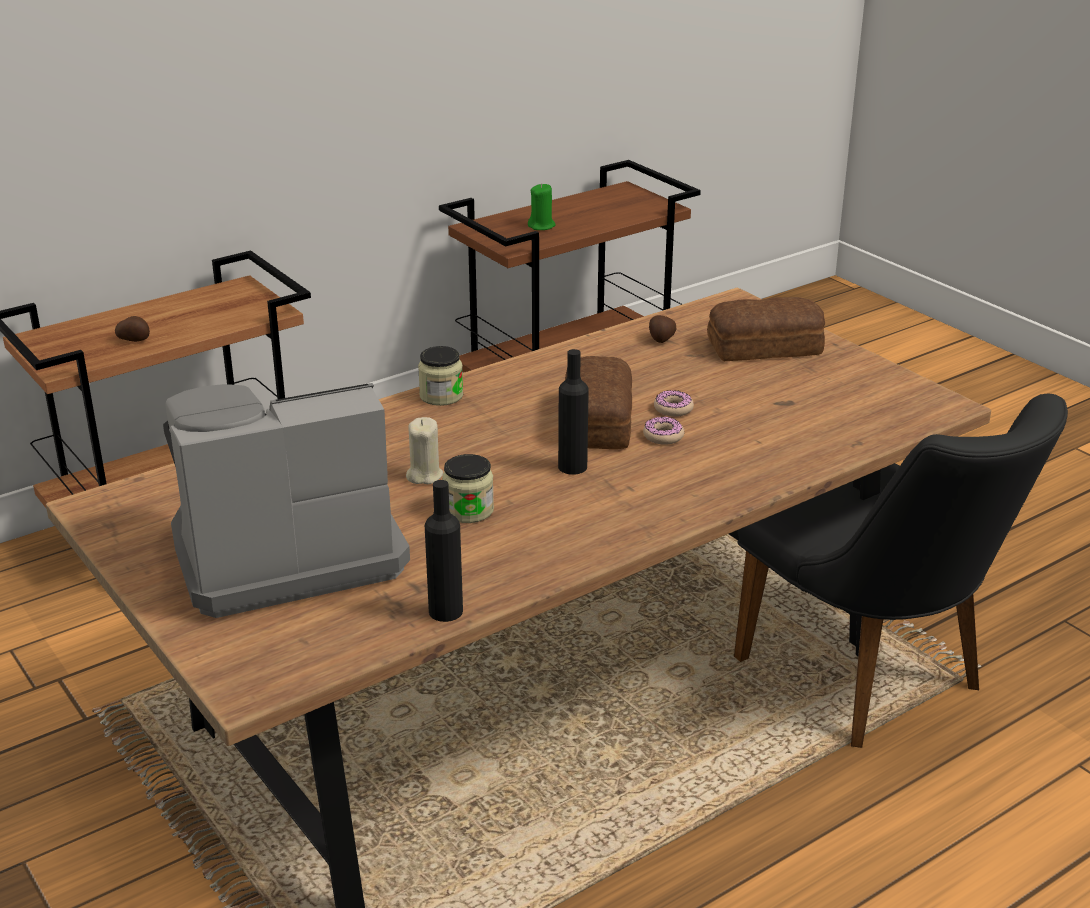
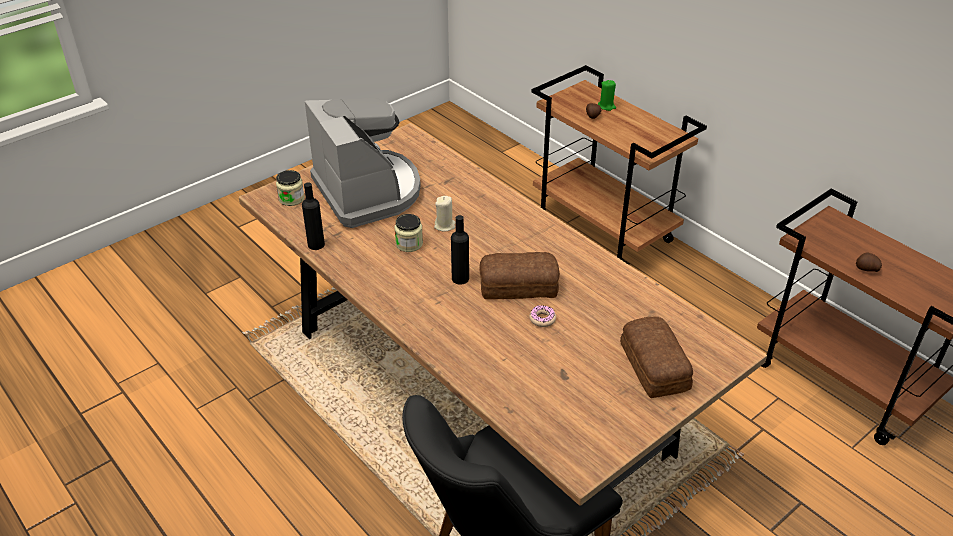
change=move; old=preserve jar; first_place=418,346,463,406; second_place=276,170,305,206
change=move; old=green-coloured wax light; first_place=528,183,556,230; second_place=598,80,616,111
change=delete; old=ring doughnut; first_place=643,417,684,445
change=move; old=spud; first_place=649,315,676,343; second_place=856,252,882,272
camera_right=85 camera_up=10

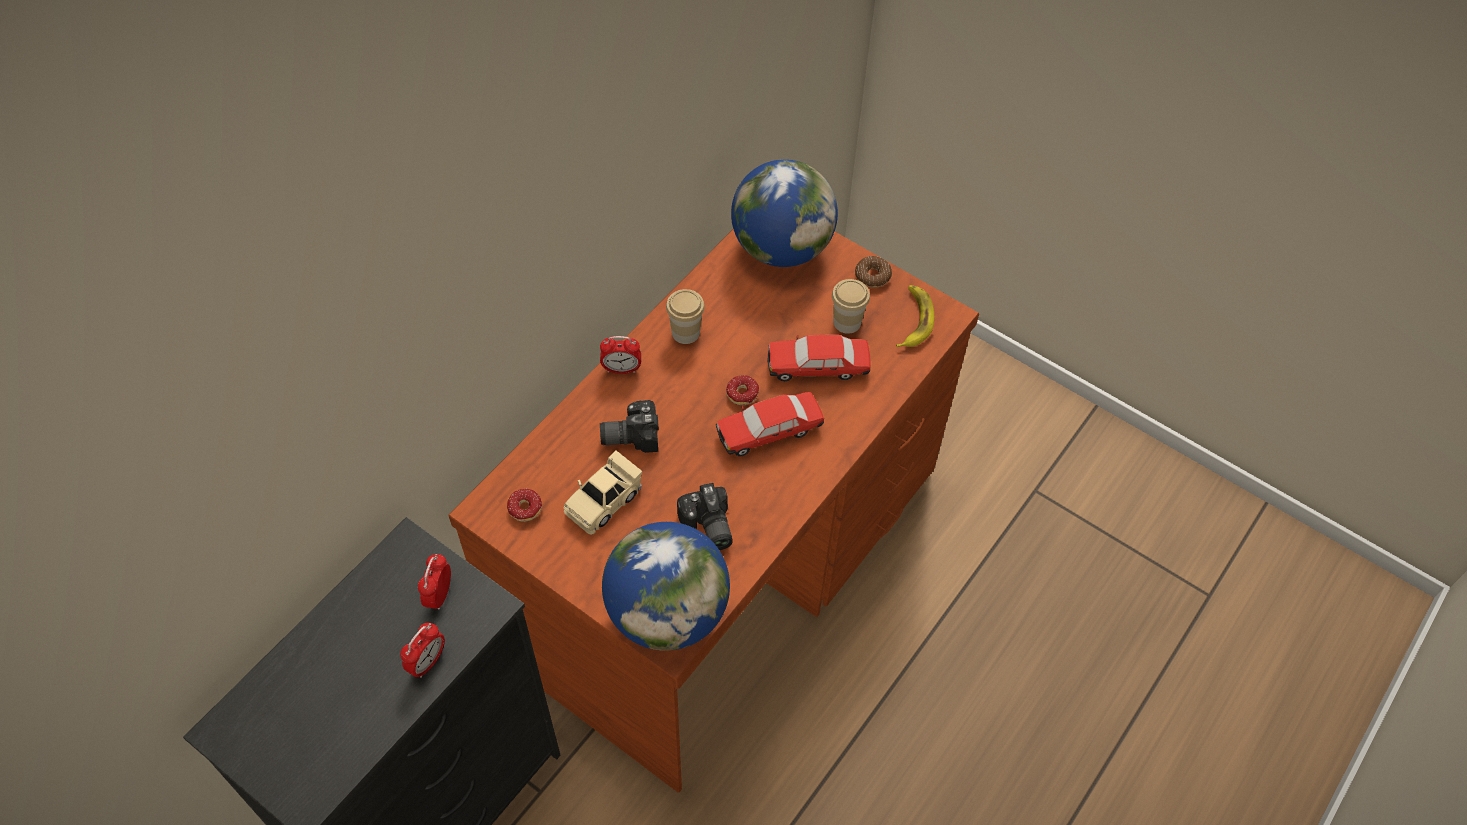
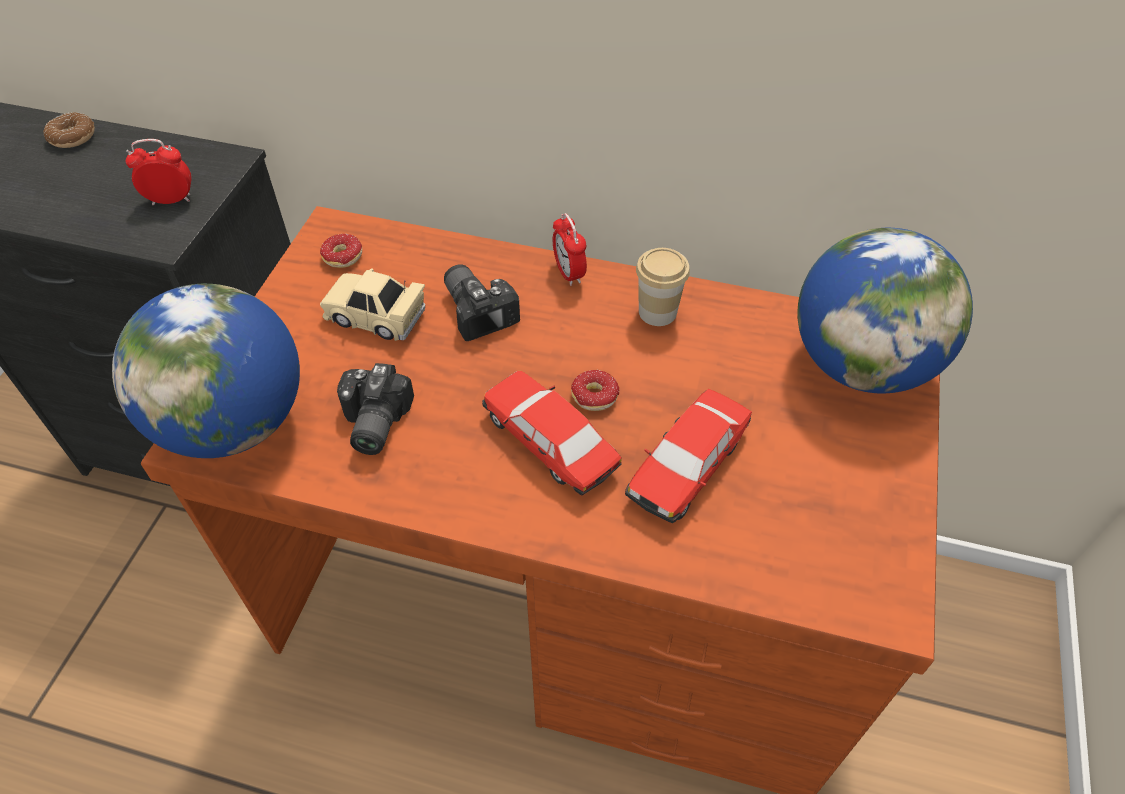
change=delete; old=table clock; first_place=400,623,445,678
change=rotate; old=still camera; first_place=677,483,733,550; second_place=337,363,414,455; degrees=-45
change=rotate; old=miniature car; first_place=767,335,871,381; second_place=625,389,752,523; degrees=-120
change=delete; old=drinking cup; first_place=832,279,870,334
change=move; old=ring doughnut; first_place=855,256,892,288; second_place=43,112,95,148
change=delete; old=whole banana; first_place=896,285,934,347
camera_right=70 camera_up=-5

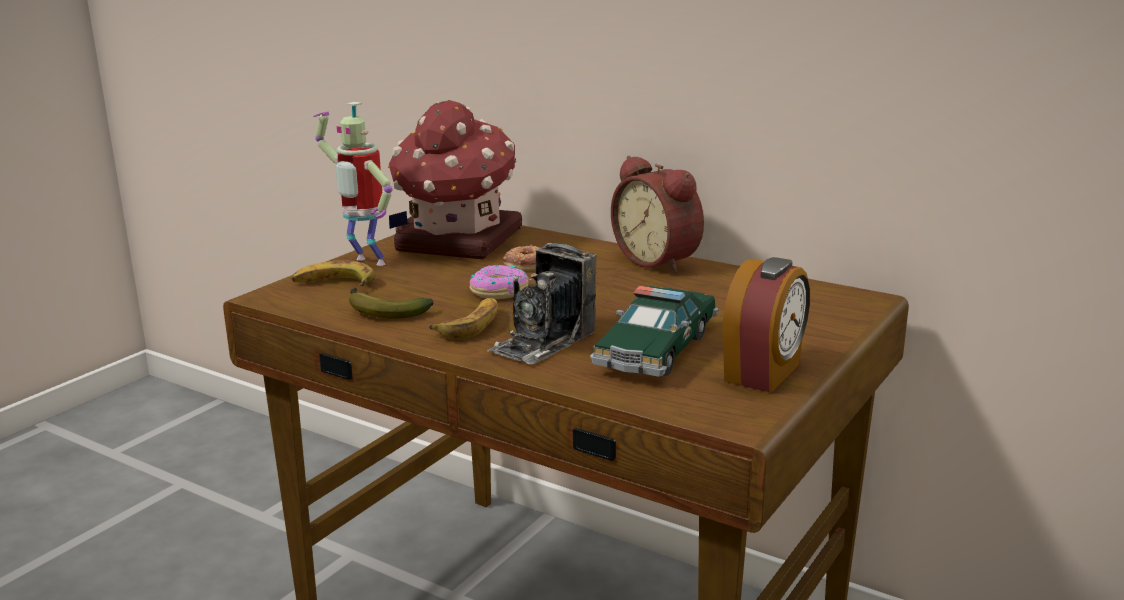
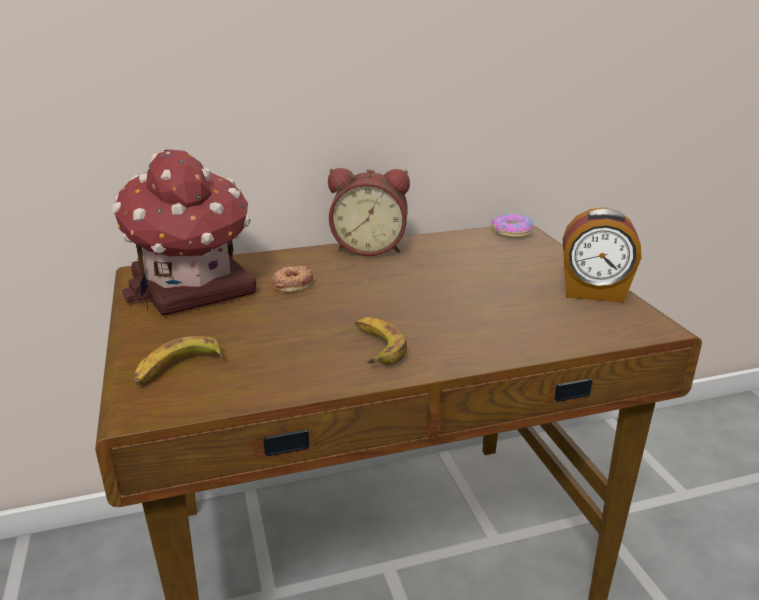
change=delete; old=model robot; first_place=313,102,393,266
change=delete; old=whole banana; first_place=349,287,433,319
change=move; old=ring doughnut; first_place=469,265,530,299; second_place=491,214,534,239
change=delete; old=still camera; first_place=487,243,597,364
change=delete; old=miniature car; first_place=590,286,719,377
change=rotate; old=table clock; first_place=722,257,810,393; second_place=563,207,641,303; degrees=120
camera_right=-50 camera_up=5

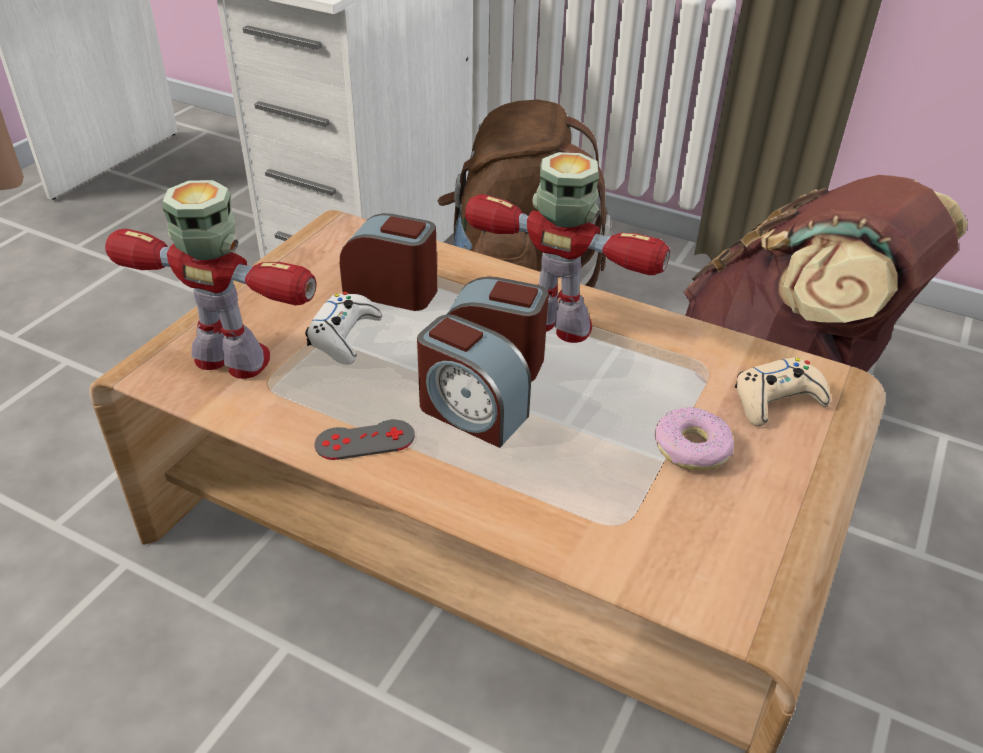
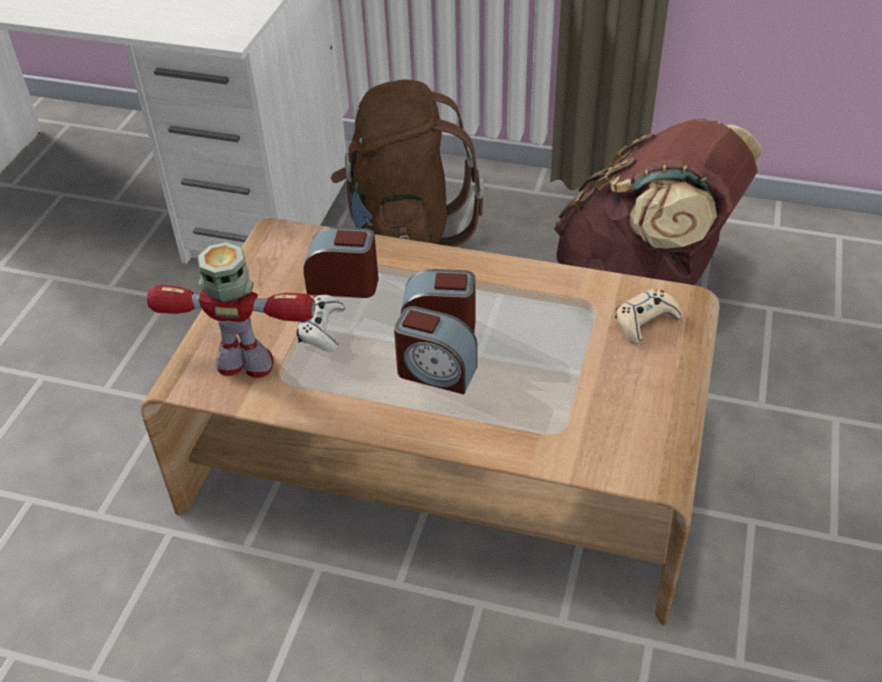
change=delete; old=greyish joypad; first_place=315,420,415,460
change=delete; old=model robot; first_place=465,152,670,343
change=delete; old=ring doughnut; first_place=655,407,734,471
camera_right=-10 camera_up=5

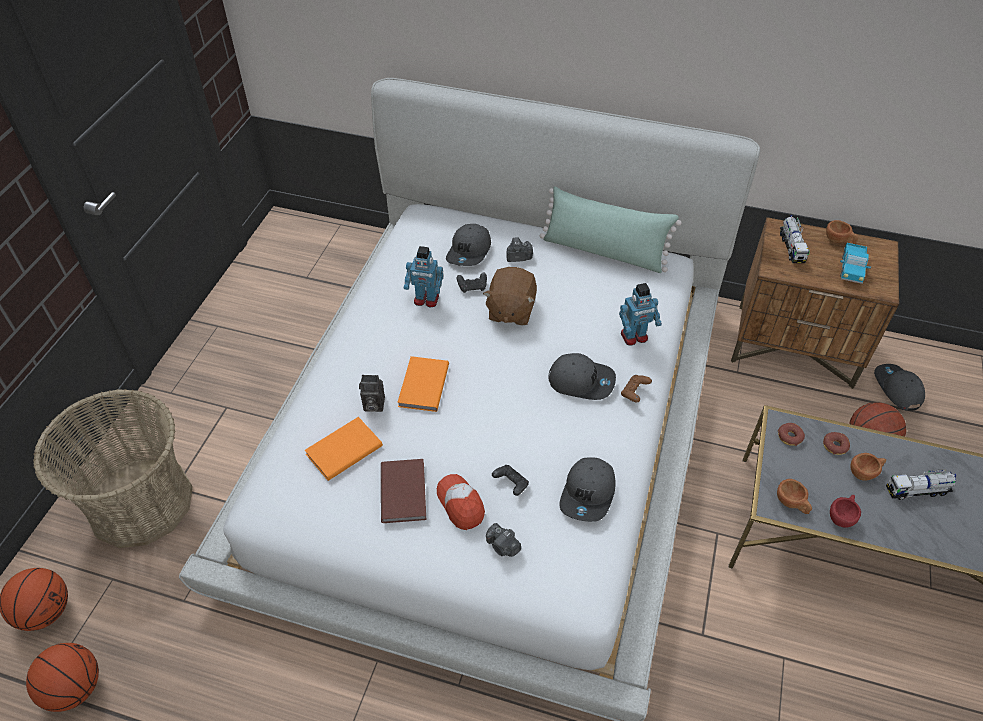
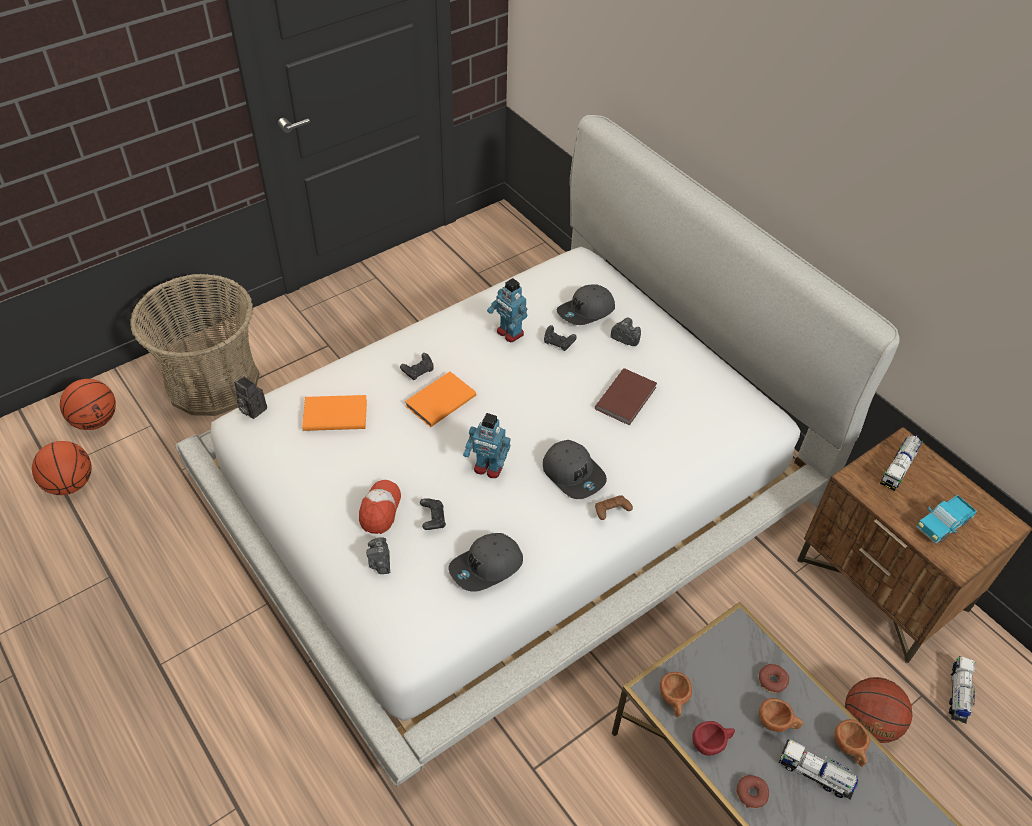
change=move; old=still camera; first_place=359,375,385,412; second_place=234,376,267,419
change=move; old=brownish volume; first_place=381,459,426,523; second_place=595,368,657,426
change=delete; old=brownish plush toy; first_place=483,267,537,326
change=delete; old=green-coloured pillow; first_place=540,186,682,273
change=move; old=model robot; first_place=619,283,662,346; second_place=463,413,511,478
change=move; old=ring doughnut; first_place=778,423,805,446; second_place=736,775,769,808
change=move; old=brownish drinking cup; first_place=826,220,858,244; second_place=834,719,870,767
change=replace; old=greyish peaked cap; new=toy truck; first_place=874,364,925,411; second_place=949,656,975,723
change=insert; new=black joypad; second_place=400,353,434,380
camera_right=35 camera_up=0

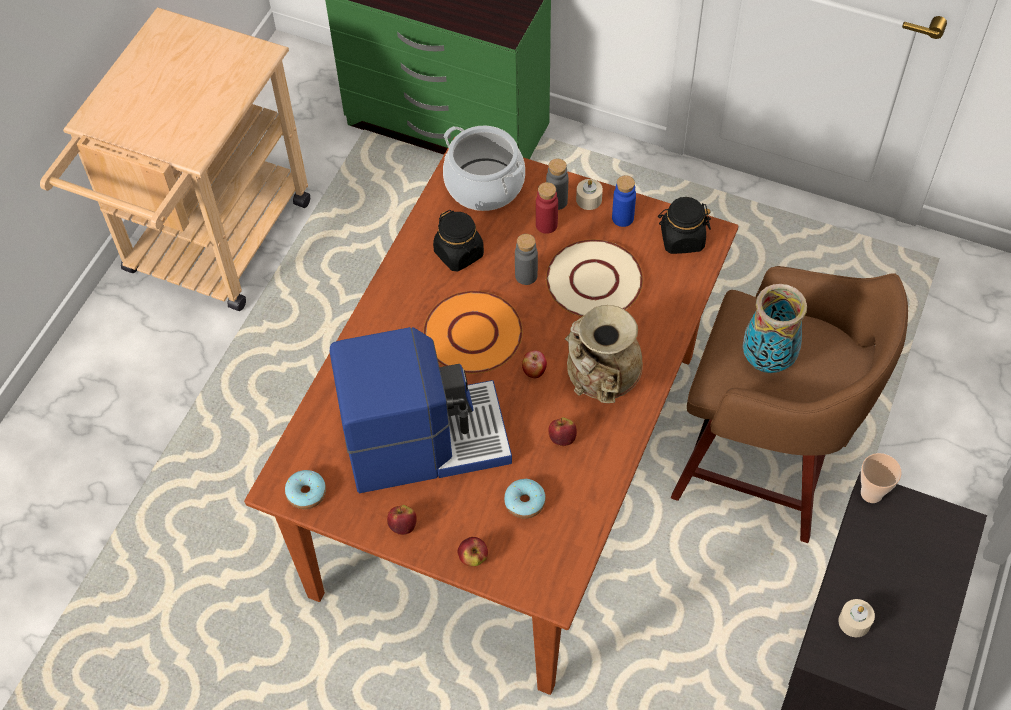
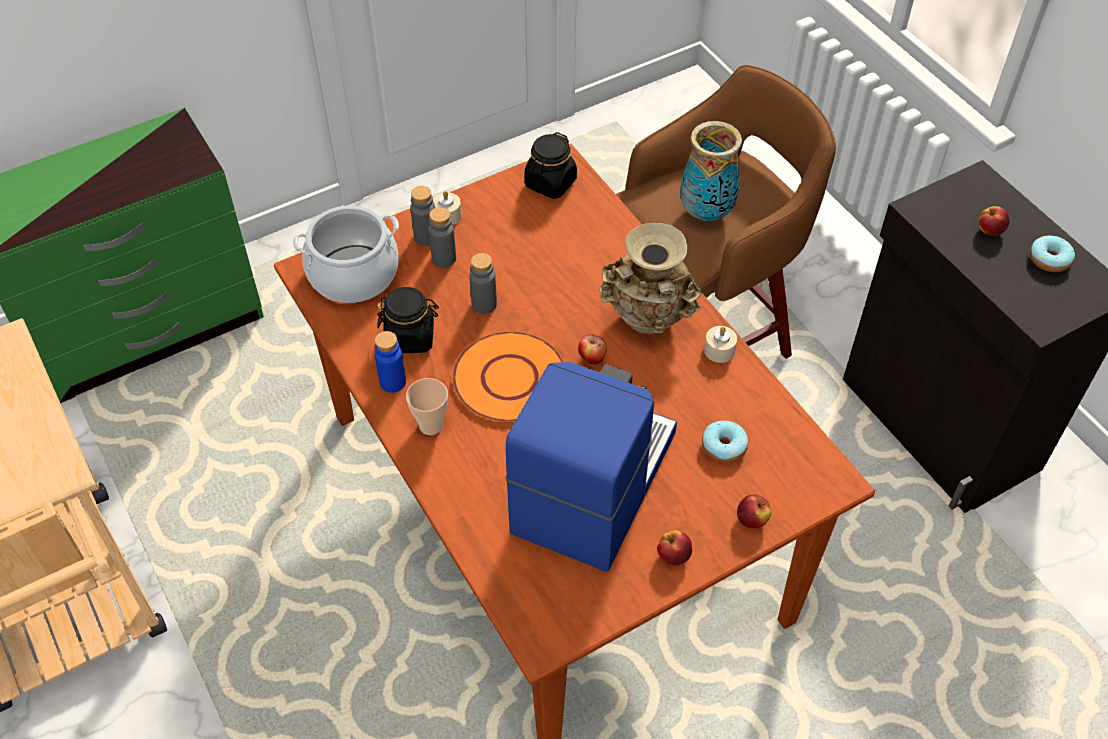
change=move; old=ring doughnut; first_place=285,470,326,509; second_place=1030,236,1075,272
change=recolor; old=red-coloured bottle; new=greyish bottle; first_place=536,182,558,234; second_place=429,207,456,268
change=delete; old=beige plate; first_place=546,239,643,317
change=move; old=whole apple; first_place=548,417,577,446; second_place=978,206,1010,236
change=move; old=blue bottle; first_place=612,175,636,227; second_place=375,331,406,393
change=move; old=beige wax light; first_place=838,599,875,637; second_place=704,326,737,363
change=move; old=drinking cup; first_place=861,453,902,503; second_place=406,378,448,435
camera_right=-55 camera_up=-5

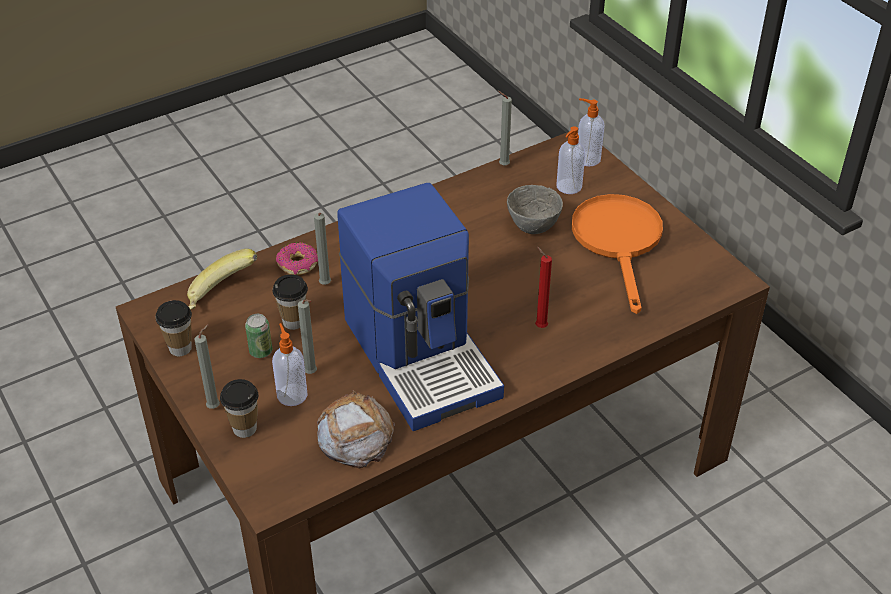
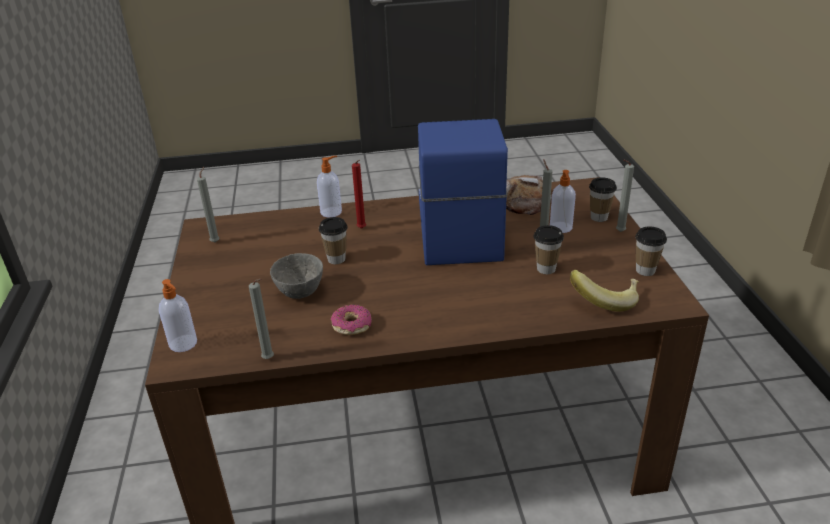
change=delete; old=sealed can; first_place=245,314,272,358
change=move; old=ring doughnut; first_place=276,242,318,275; second_place=331,304,372,335
change=move; old=greyish wax light; first_place=314,213,331,285; second_place=197,167,220,243
change=move; old=liquid soap bottle; first_place=557,126,585,194; second_place=317,155,342,217
change=delete; old=orangey pan; first_place=572,194,663,314
change=insert; new=drinking cup; second_place=319,217,348,264
camera_right=-155 camera_up=-10

